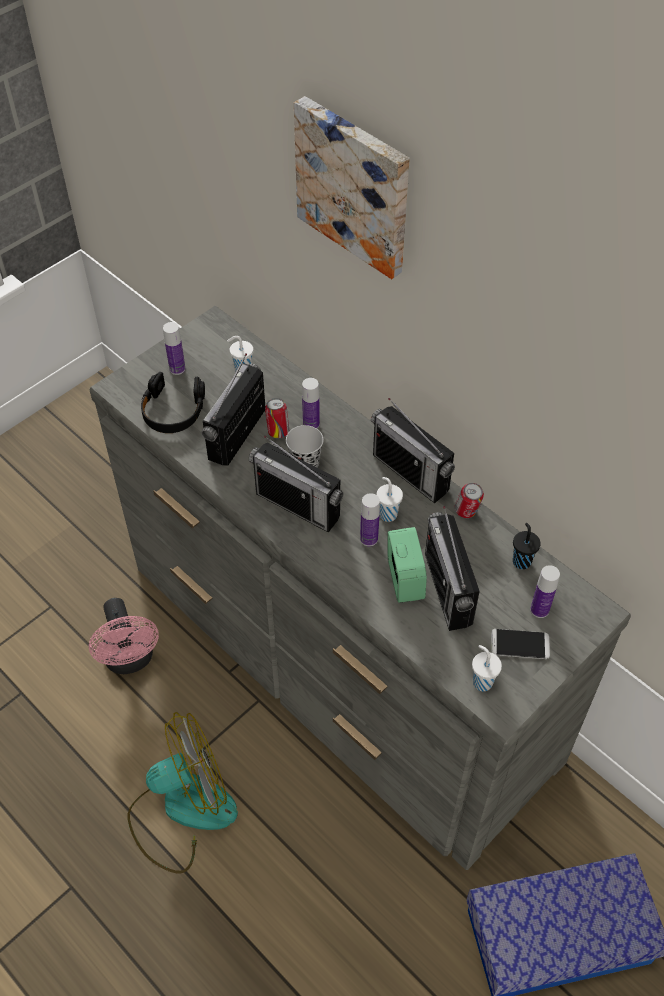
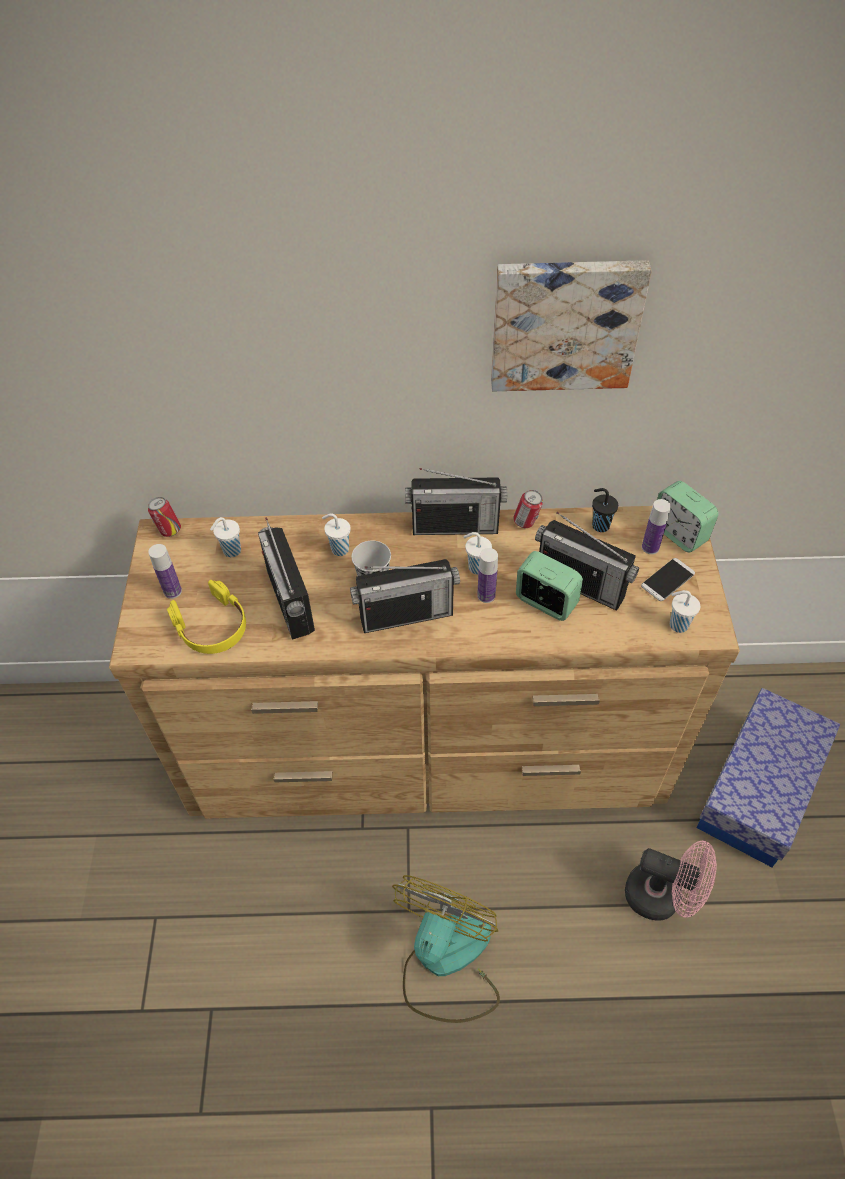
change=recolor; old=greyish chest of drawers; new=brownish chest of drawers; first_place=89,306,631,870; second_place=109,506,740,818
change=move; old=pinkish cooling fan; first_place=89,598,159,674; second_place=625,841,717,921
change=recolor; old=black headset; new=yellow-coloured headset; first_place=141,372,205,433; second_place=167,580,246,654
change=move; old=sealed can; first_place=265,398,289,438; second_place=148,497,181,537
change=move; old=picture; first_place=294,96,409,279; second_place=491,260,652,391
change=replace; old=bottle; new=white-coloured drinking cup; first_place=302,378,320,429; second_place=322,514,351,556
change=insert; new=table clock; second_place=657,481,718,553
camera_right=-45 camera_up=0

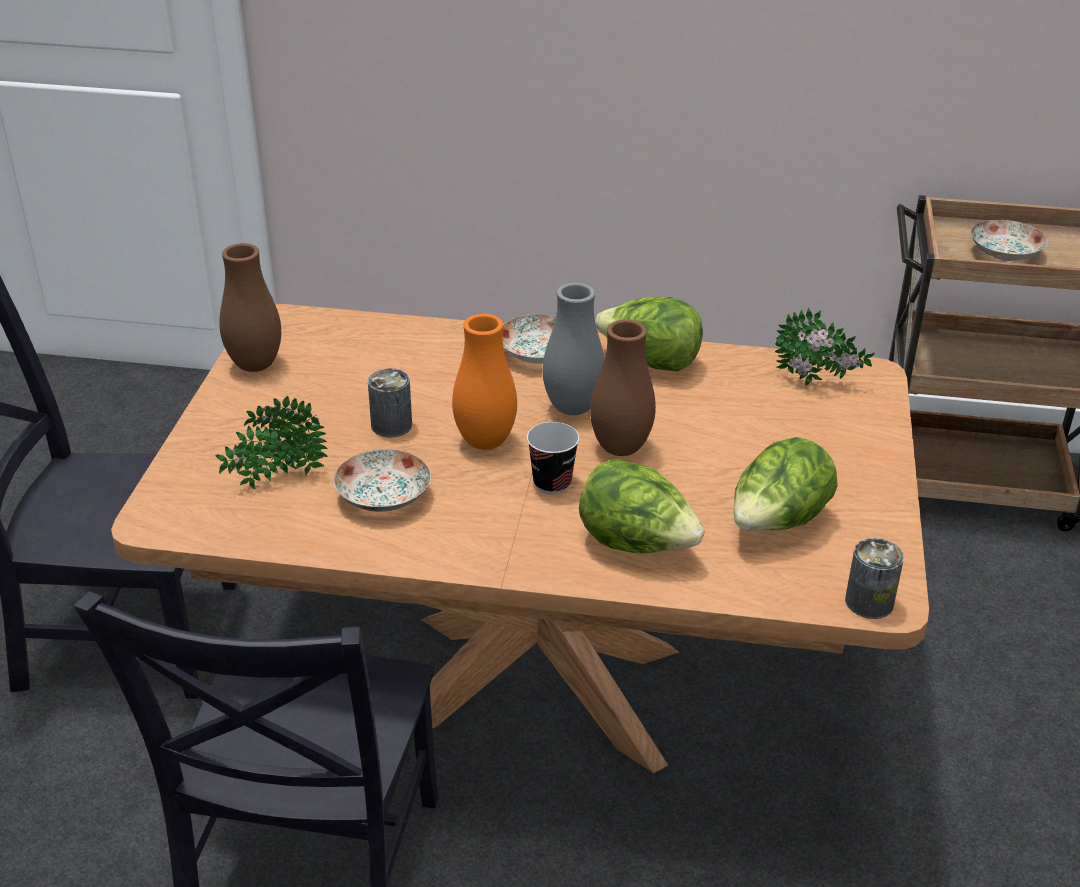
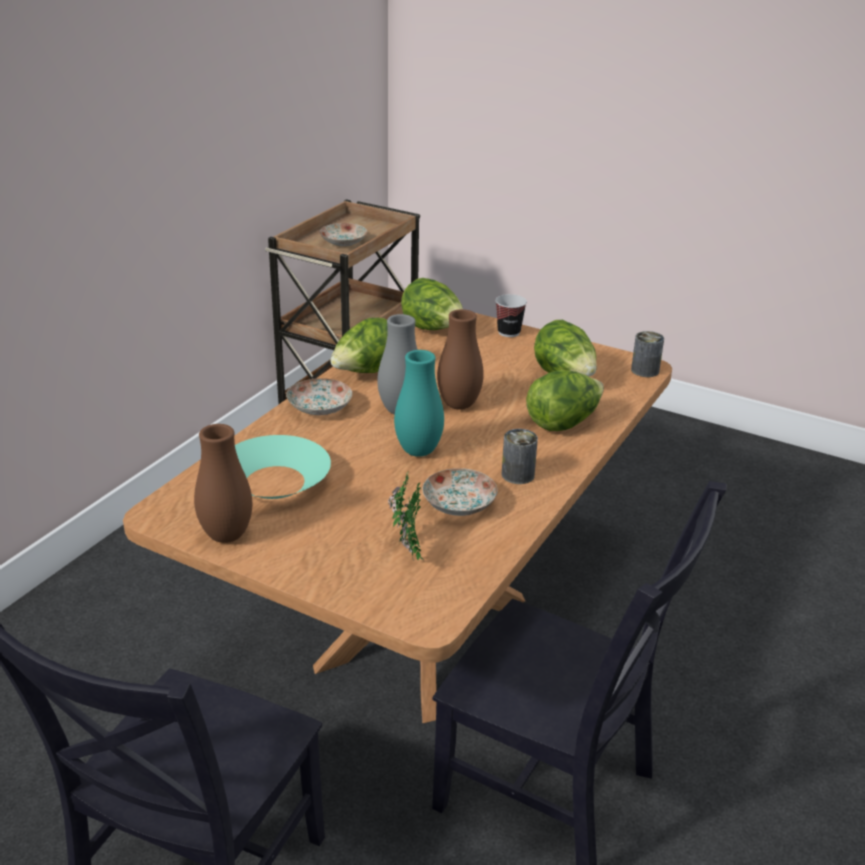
change=move; old=sealed can; first_place=368,369,412,438; second_place=501,429,538,484
change=recolor; old=orangey vase; new=blue-green vase; first_place=452,314,517,450; second_place=394,350,444,457
change=move; old=drinking cup; first_place=527,422,579,494; second_place=495,294,527,337
change=replace; old=potted plant; new=lettuce head; first_place=775,308,875,385; second_place=401,278,463,330
change=insert; new=blue-green deep dish; second_place=235,435,331,499
camera_right=-70 camera_up=-5

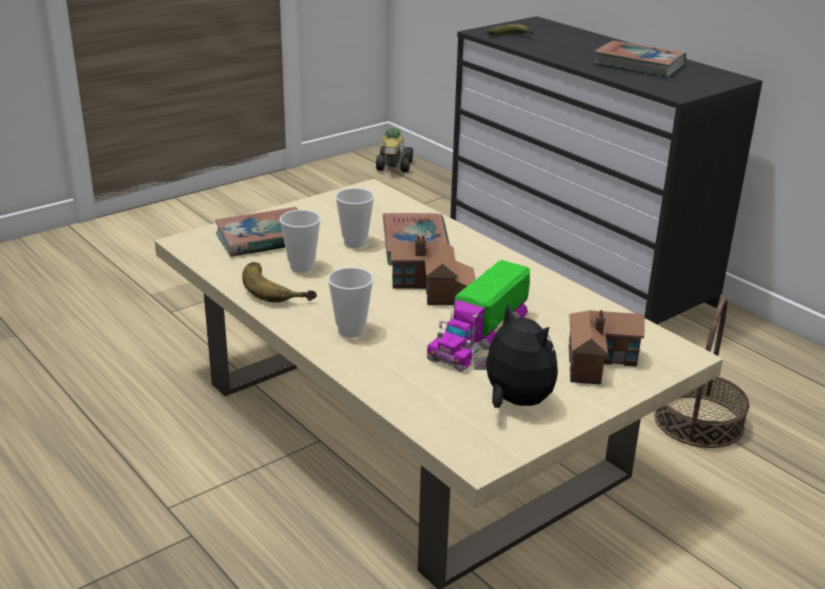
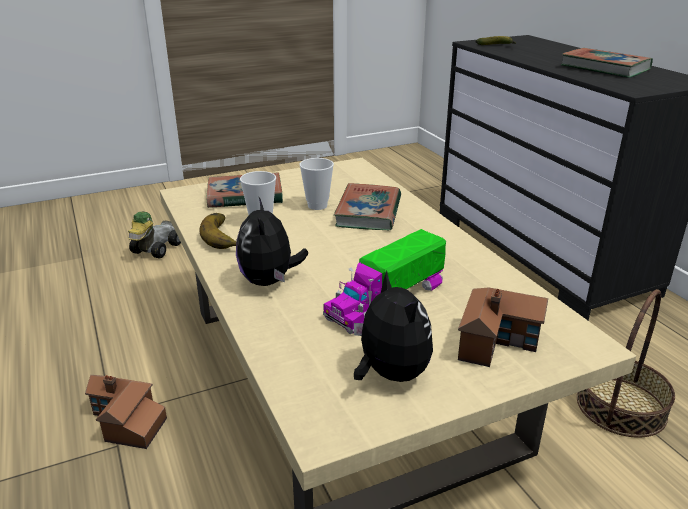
change=replace; old=drinking cup; new=plush toy; first_place=328,267,374,338; second_place=236,198,308,286
change=move; old=miniature car; first_place=376,128,413,172; second_place=128,212,181,258
change=move; old=toy house; first_place=391,236,476,305; second_place=85,375,167,449
camera_right=15 camera_up=0

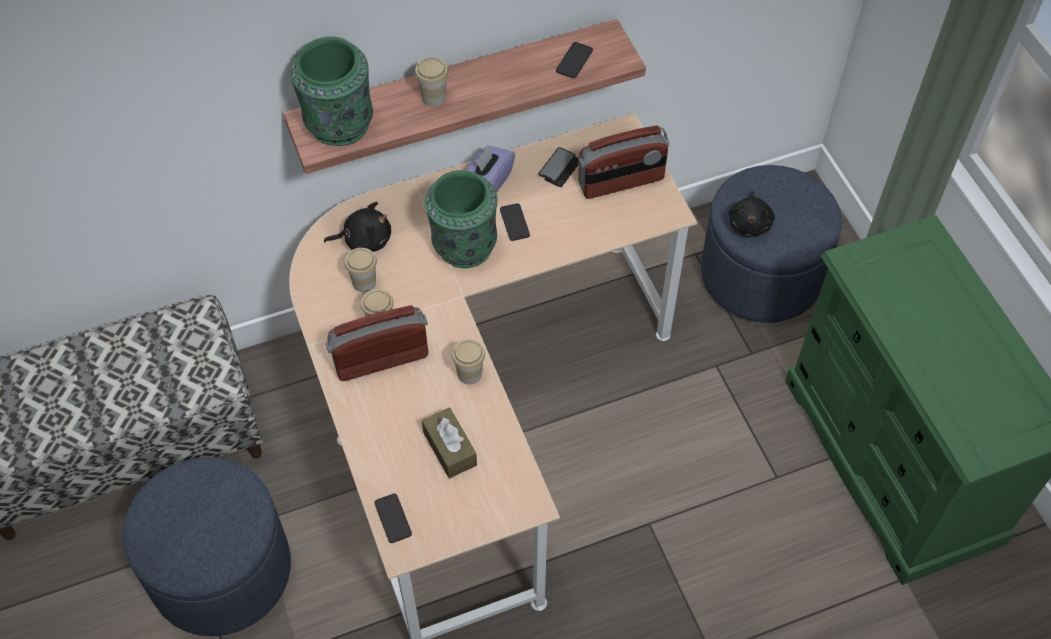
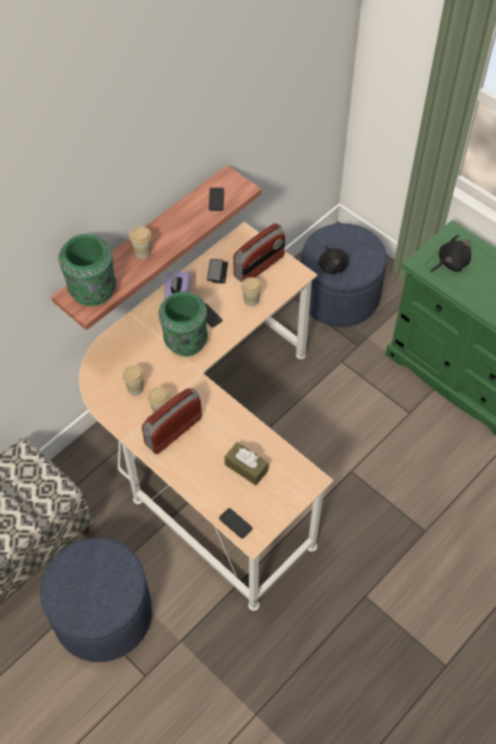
change=move; old=black plush toy; first_place=324,202,391,252; second_place=430,235,471,272
change=move; old=drinking cup; first_place=452,339,485,384; second_place=241,277,262,306
camera_right=-25 camera_up=0

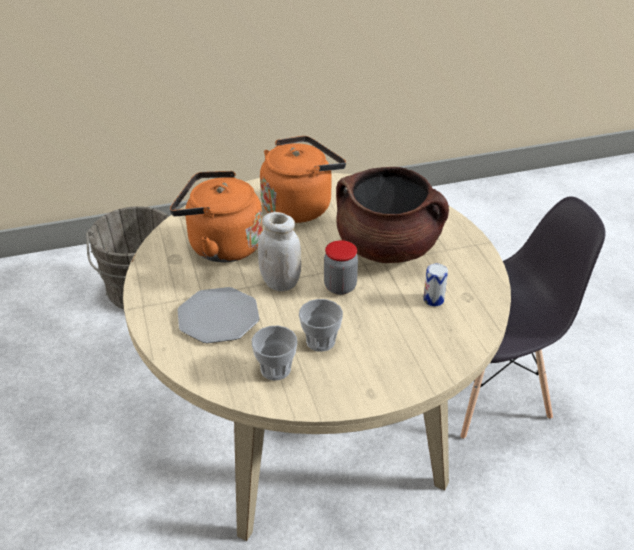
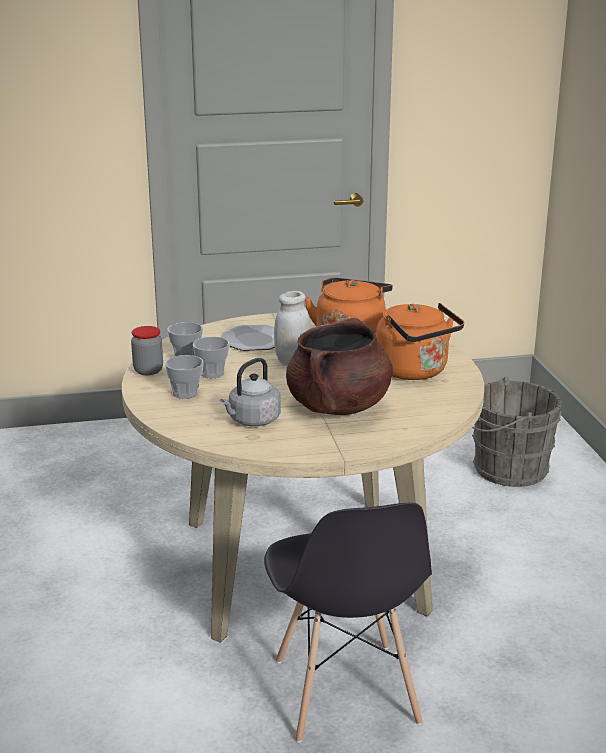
change=move; old=preserve jar; first_place=324,240,358,295; second_place=131,326,163,375
change=replace; old=sealed can; new=greyish water kettle; first_place=423,263,448,307; second_place=220,358,281,426
change=insert; new=drinking cup; second_place=165,355,204,399
camera_right=95 camera_up=-15

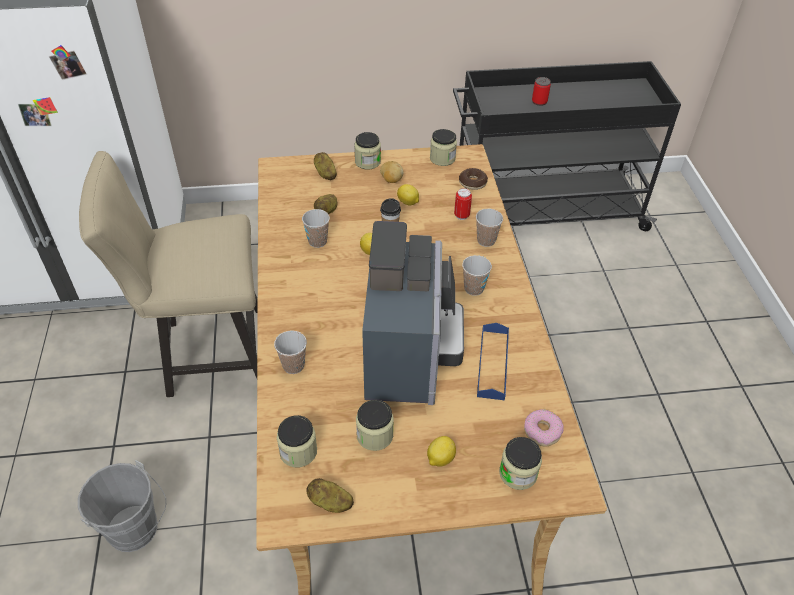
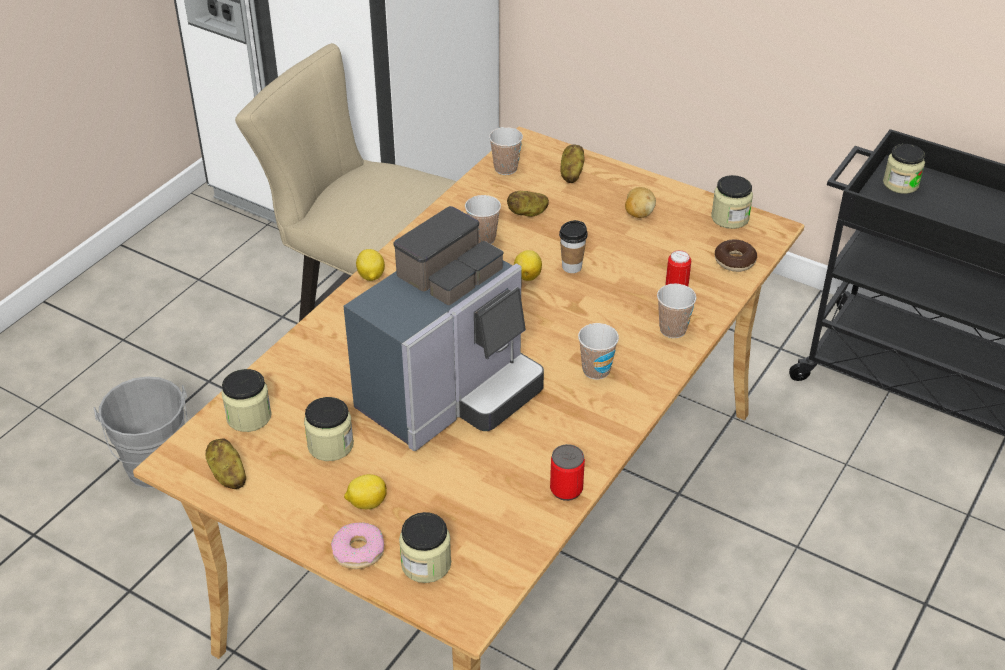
change=move; old=drinking cup; first_place=274,331,307,374; second_place=489,127,523,175
change=move; old=preserve jar; first_place=354,132,381,169; second_place=883,144,925,194
change=move; old=whole lemon; first_place=397,184,419,205; second_place=356,249,385,281
change=delete; old=blue tray; first_place=477,323,509,400
change=move; old=ring doughnut; first_place=524,409,564,446; second_place=331,522,384,569
change=move; old=sealed can; first_place=532,77,551,106; second_place=550,444,585,501
camera_right=40 camera_up=-5

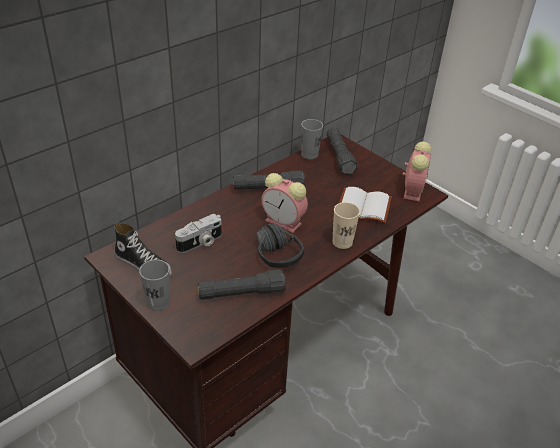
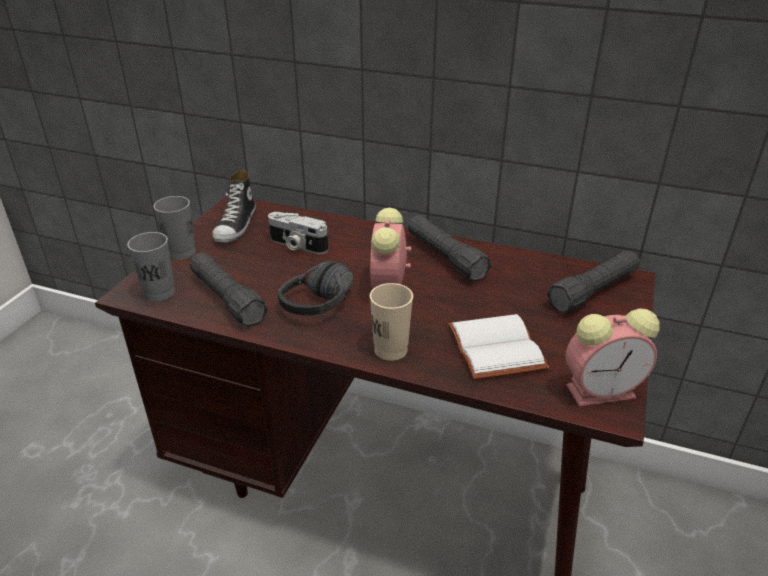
change=move; old=greyish drinking cup; first_place=301,119,323,159; second_place=127,232,175,302
camera_right=65 camera_up=-5

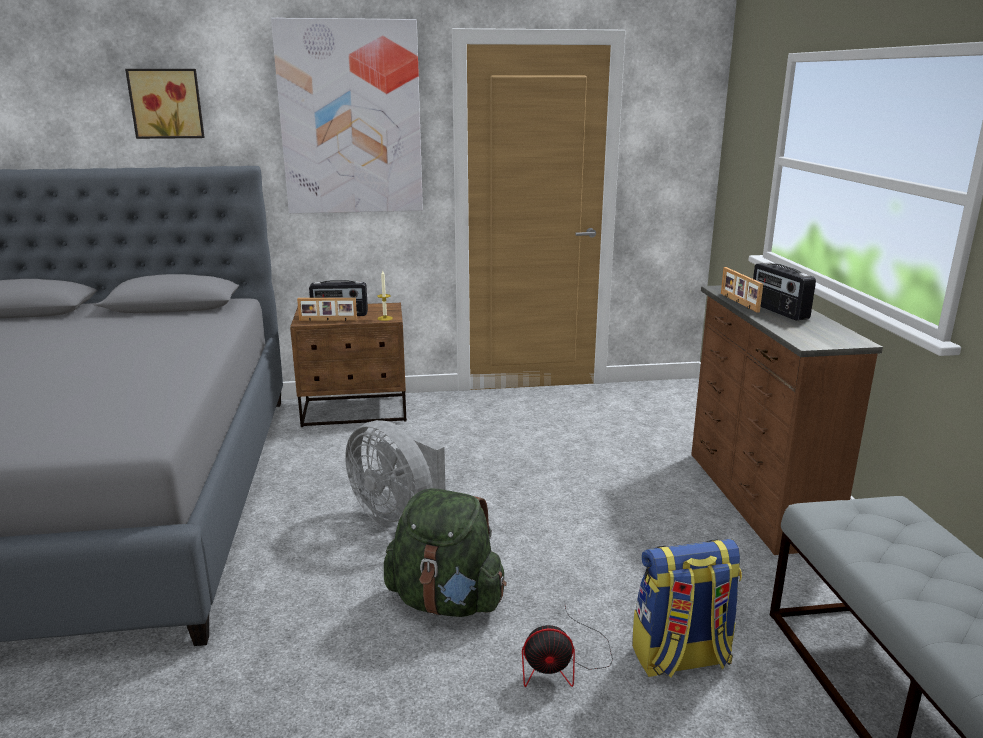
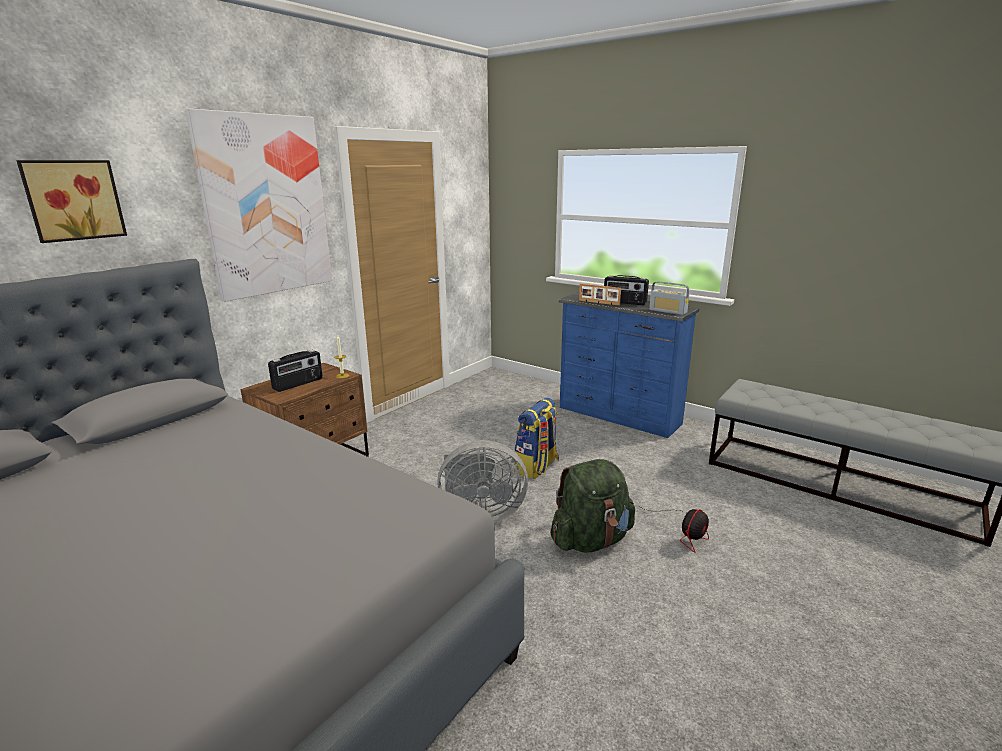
change=delete; old=picture frame; first_place=297,298,357,321
change=move; old=backpack; first_place=632,539,742,677; second_place=514,397,559,479
change=recolor; old=brownish chest of drawers; new=blue chest of drawers; first_place=691,285,883,555; second_place=559,292,700,438
change=insert; new=radio receiver; second_place=649,281,689,315
camera_right=-45 camera_up=0

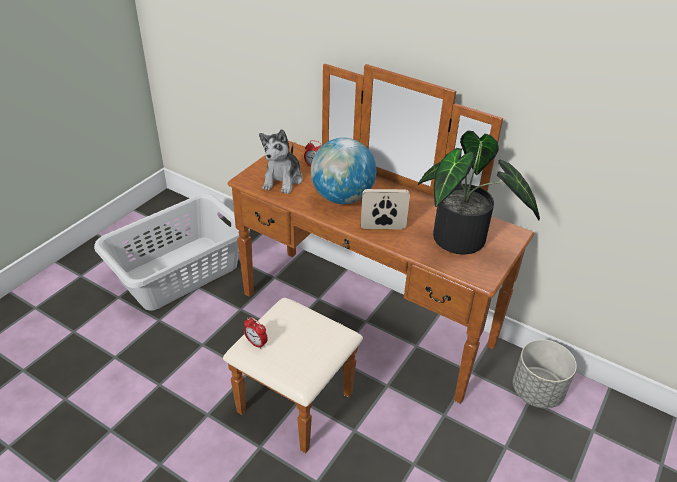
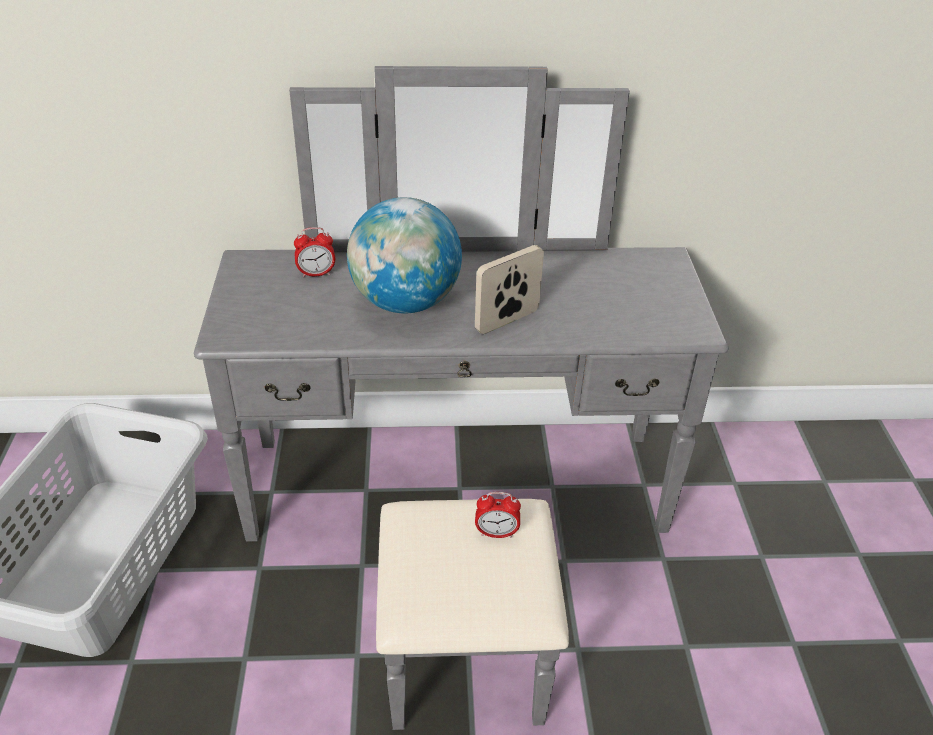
change=recolor; old=brownish chest of drawers; new=greyish chest of drawers; first_place=223,64,534,453; second_place=194,66,729,730
change=move; old=table clock; first_place=244,317,268,349; second_place=475,492,521,538
change=delete; old=plush toy; first_place=259,129,303,194
change=delete; old=potted plant; first_place=418,131,540,254
change=delete; old=greyish planter; first_place=513,339,577,408
camera_right=-35 camera_up=0

